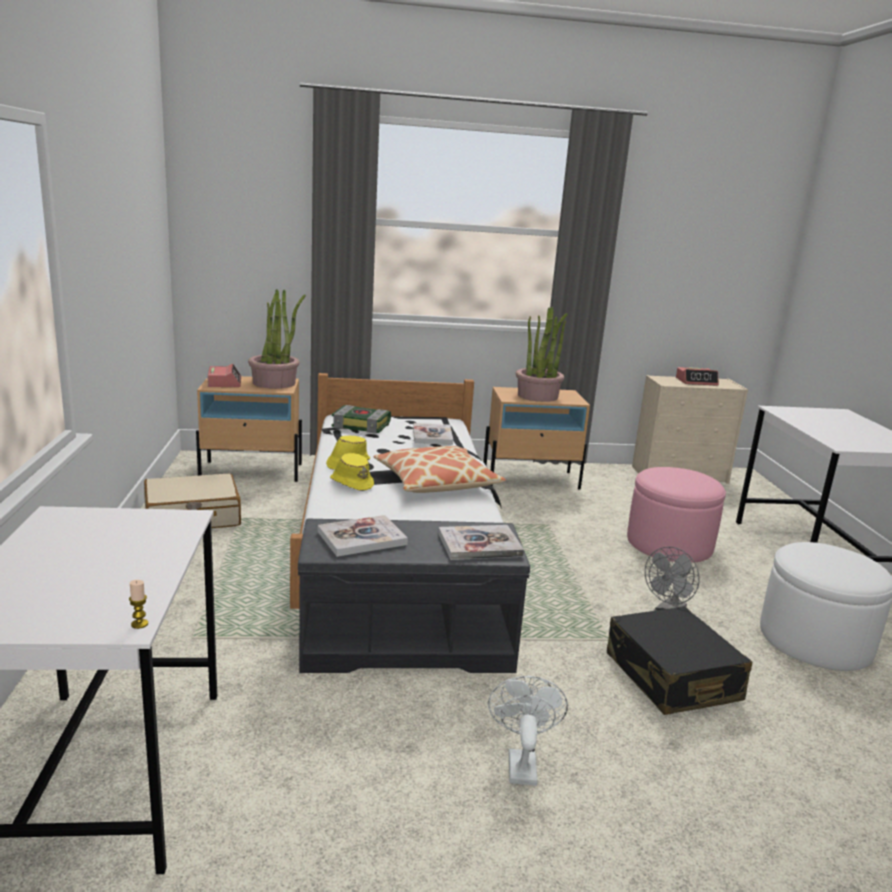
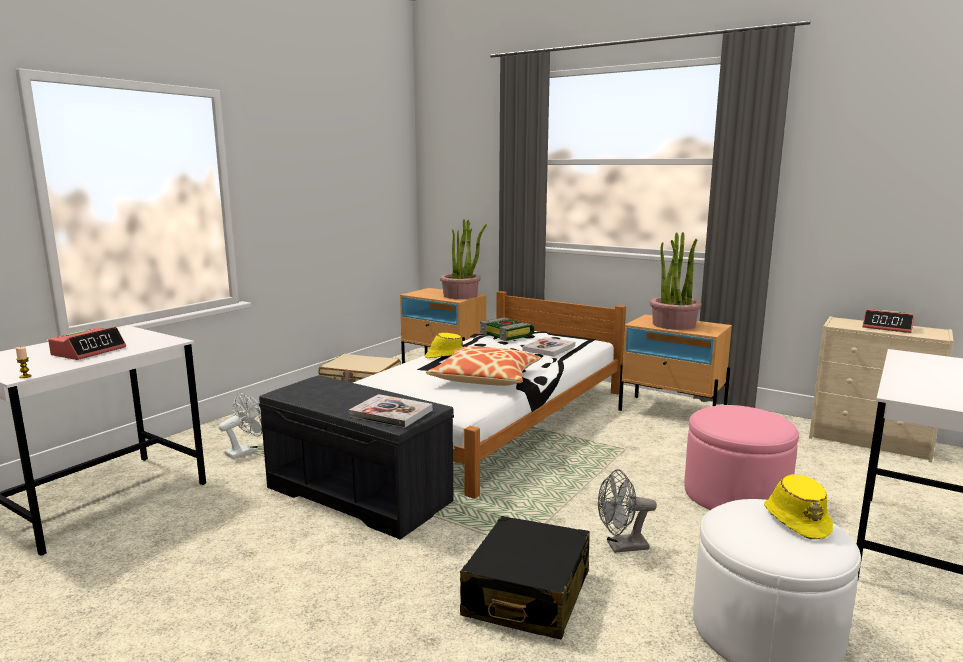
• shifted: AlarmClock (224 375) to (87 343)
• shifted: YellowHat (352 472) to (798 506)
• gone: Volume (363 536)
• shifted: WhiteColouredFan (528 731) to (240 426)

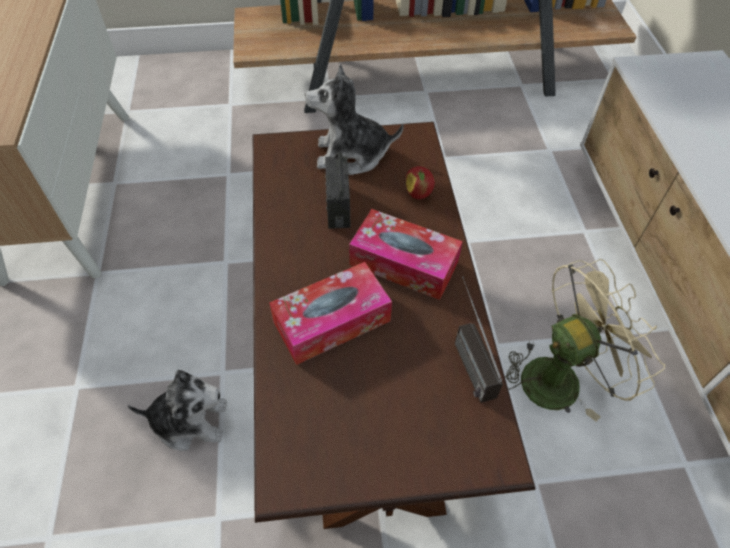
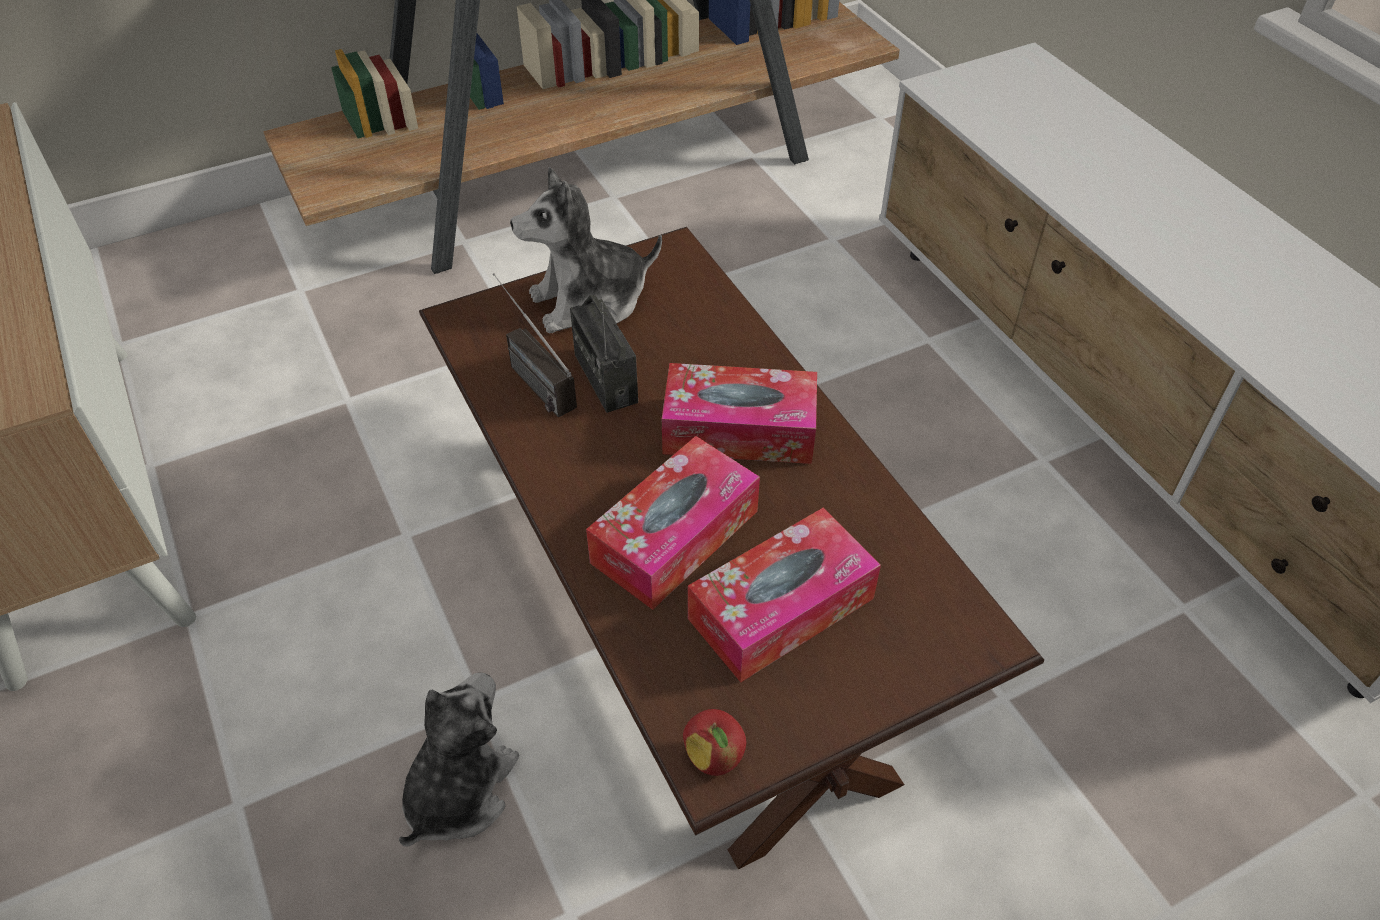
• shifted: Apple (420 182) to (714 742)
• gone: SandColouredFan (585 340)
• shifted: RadioReceiver (479 340) to (535 345)
• rotated: SoftToy (177 410) = (459 759) 45 degrees counterclockwise
• new: TissueHolder (784 595)

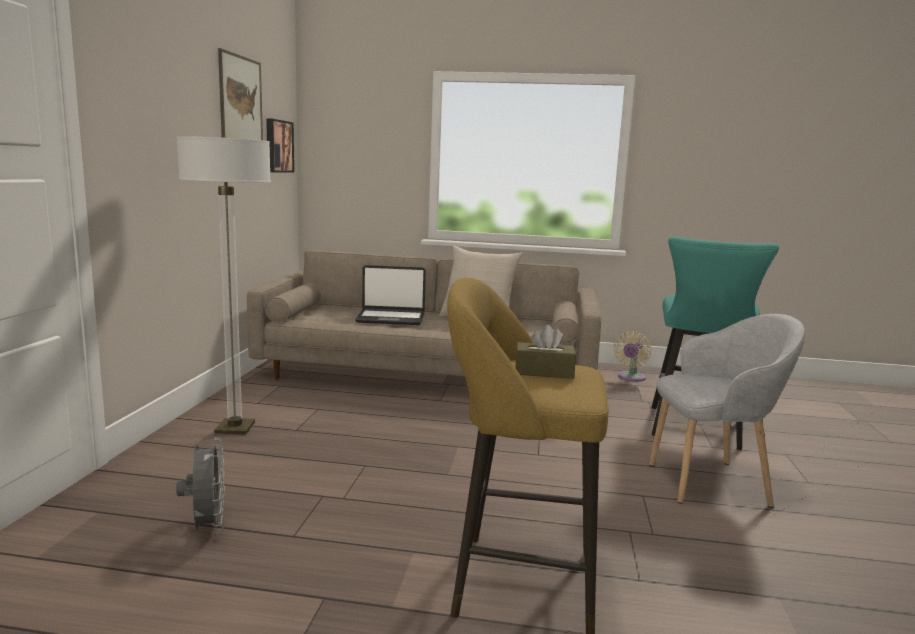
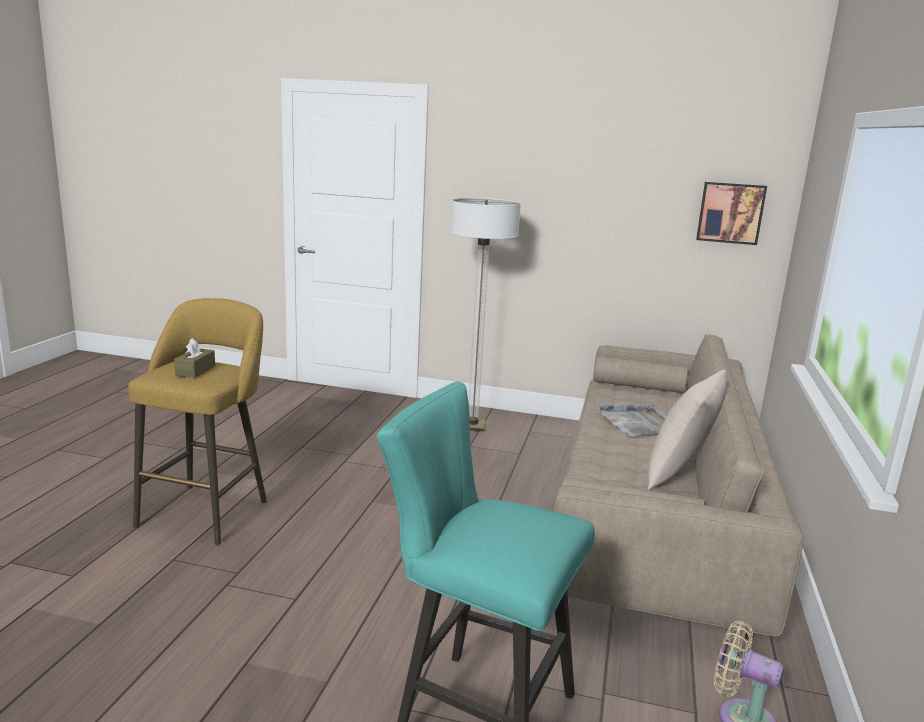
• gone: Picture (240 94)
• swapped: PortableComputer (390 295) to GreyishServingTray (632 420)
• gone: GreyishArmchair (727 411)
• gone: GreyishFan (200 486)

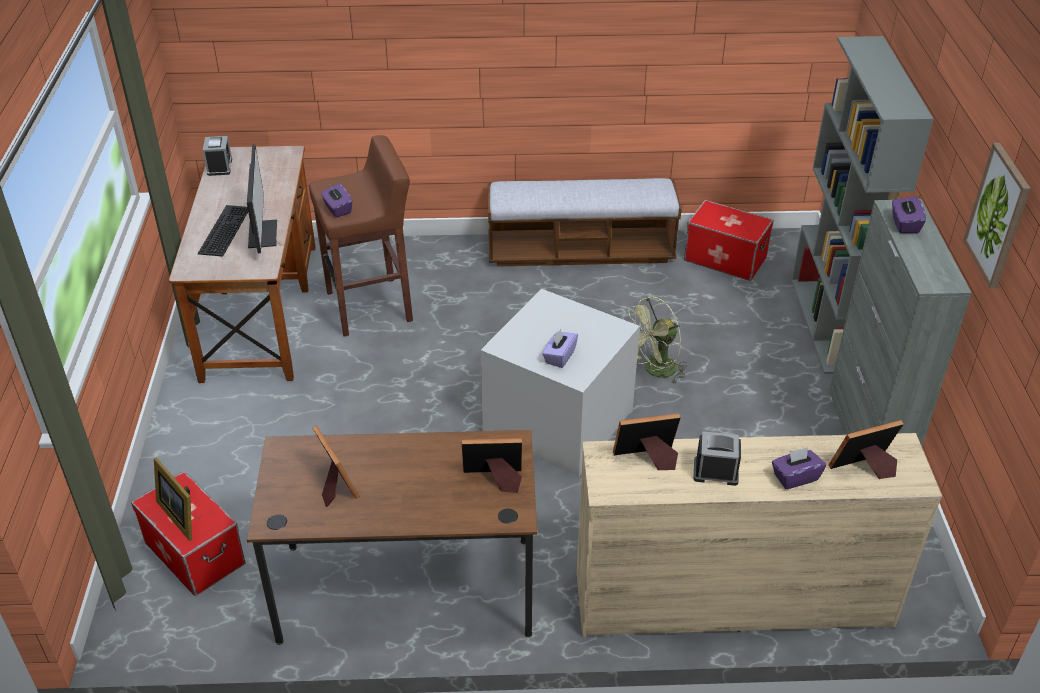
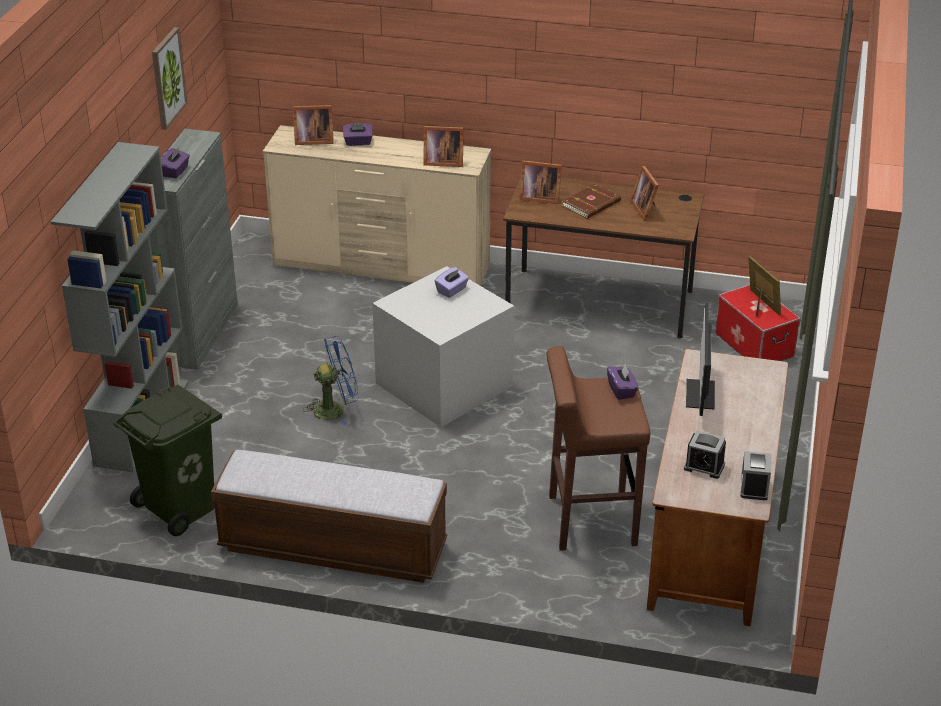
• swapped: StorageContainer (729 240) to GreenColouredWasteBin (168 460)
• gone: Keyboard (223 231)
• repainted: GreenColouredFan (658 339) to BlueColouredFan (331 380)
• shifted: AlarmClock (717 458) to (705 455)
• new: BrownVolume (591 201)

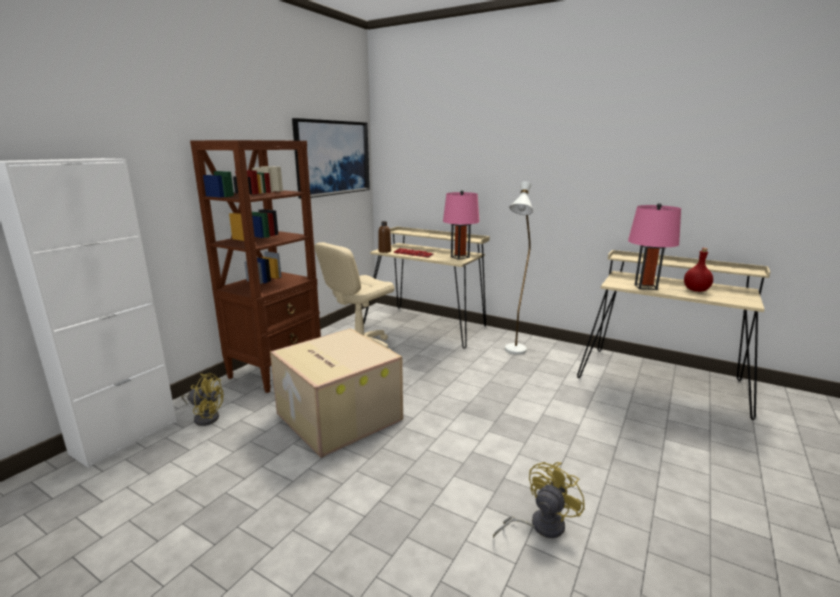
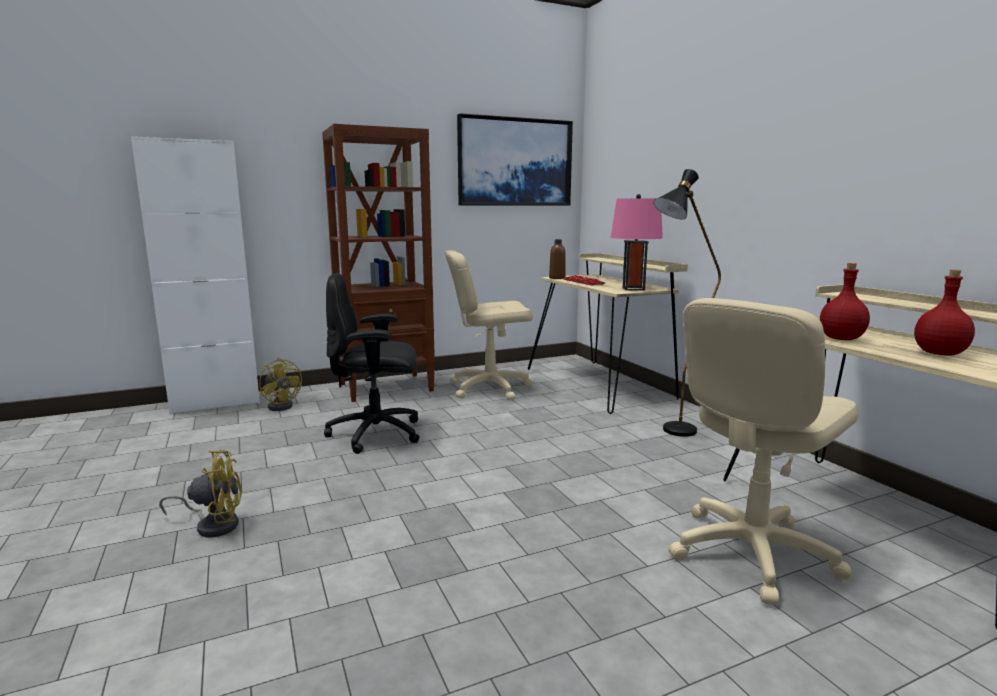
• repainted: WhiteColouredStandingLamp (519 267) to BlackStandingLamp (687 303)
• swapped: PinkTabletopLamp (654 246) to ReddishBottle (845 301)
• swapped: Carton (336 393) to BlackComputerChair (371 363)
• shifted: YellowFan (539 500) to (200 494)
• new: SandColouredComputerChair (763 451)

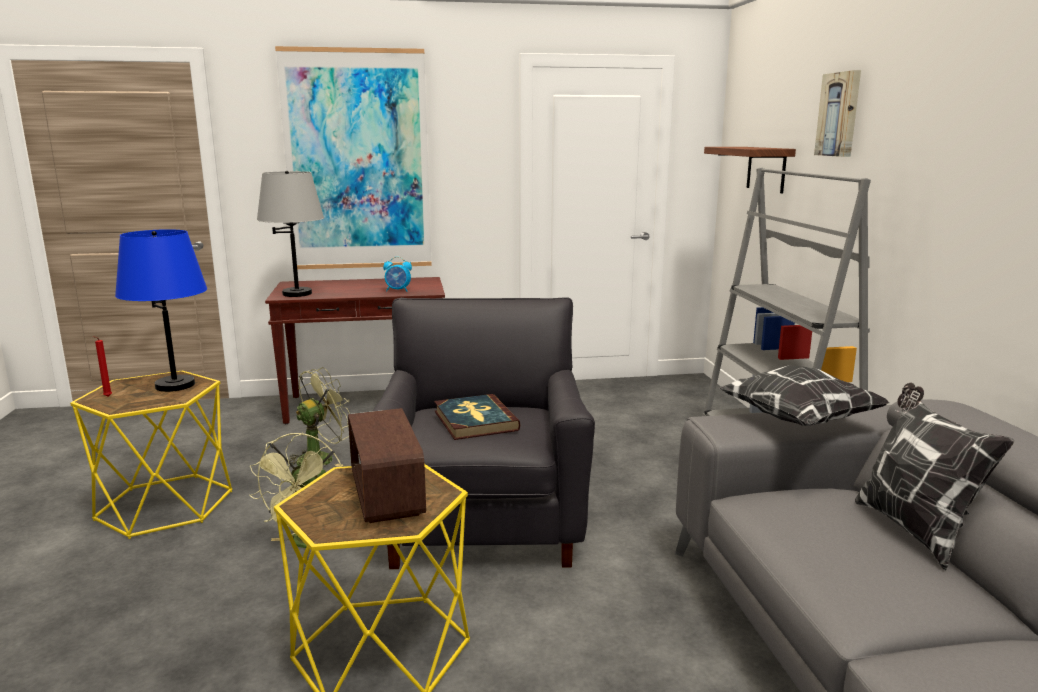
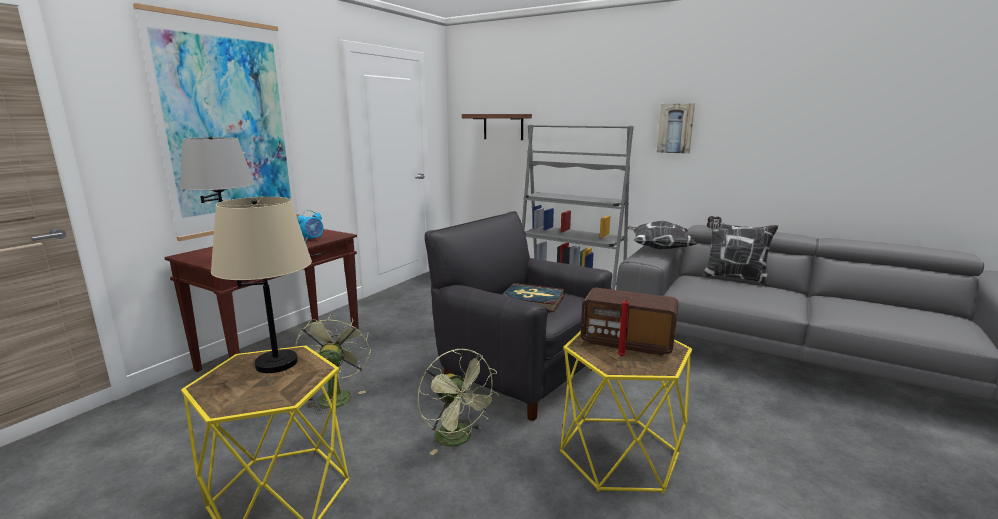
• shifted: Picture (837 113) to (676 129)
• repainted: BlueColouredTabletopLamp (161 310) to SandColouredTabletopLamp (261 285)
• shifted: ReddishWaxLight (102 366) to (624 327)

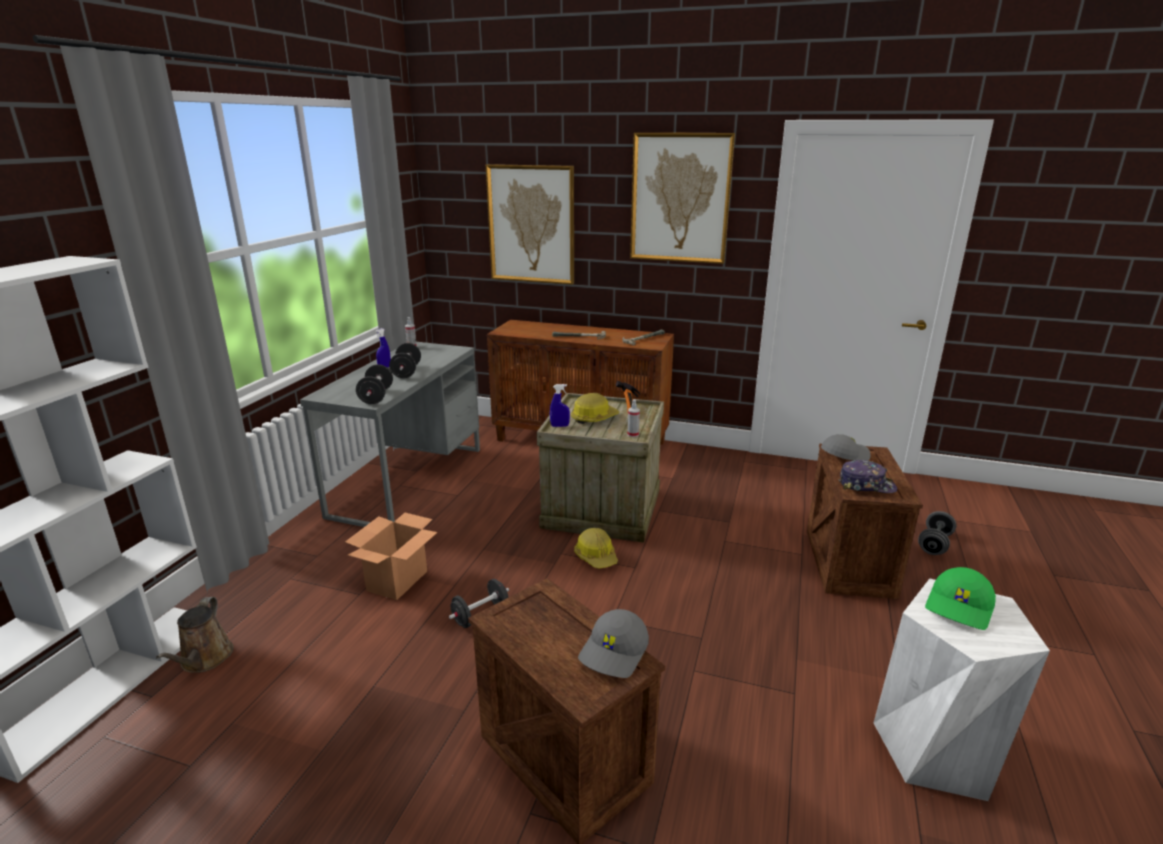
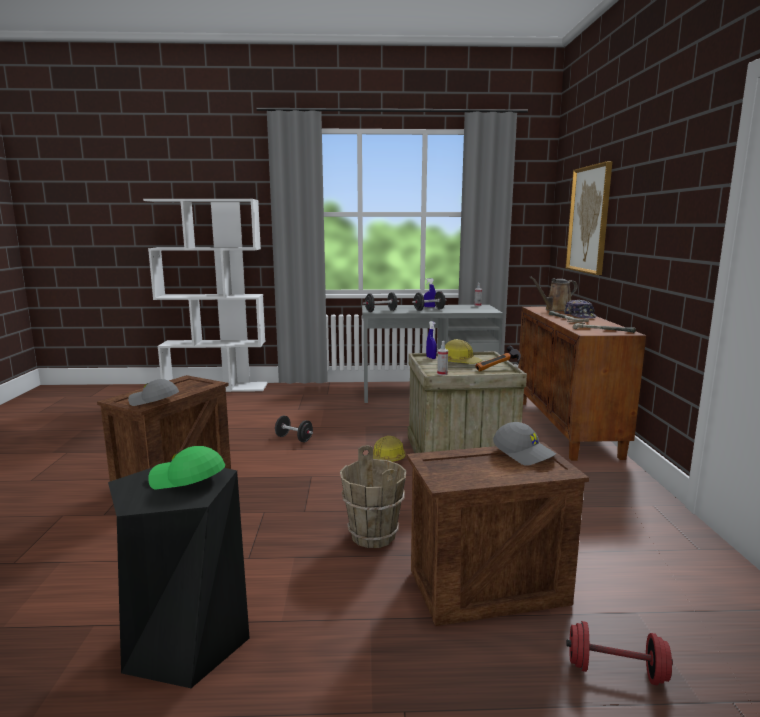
• gone: Picture (682 198)
• shifted: PeakedCap (868 476) to (580 308)
• repainted: GreyishDumbbell (937 533) to ReddishDumbbell (619 653)
• gone: Carton (391 556)
• repainted: WhiteColouredSittingStool (962 689) to BlackSittingStool (179 574)
• shifted: BrownSprinklingCan (195 635) to (553 293)
• new: BrownWaterBucket (373 496)

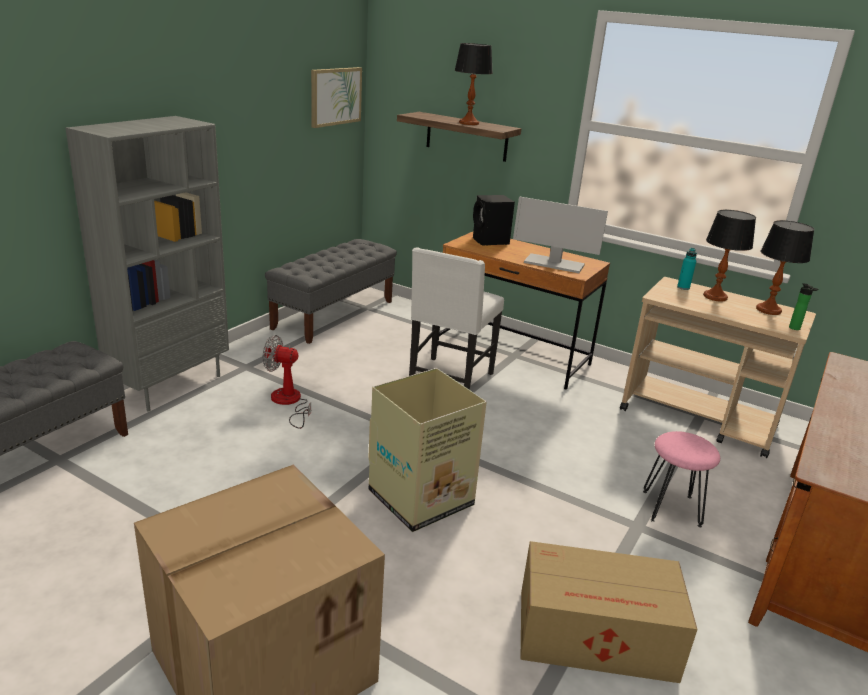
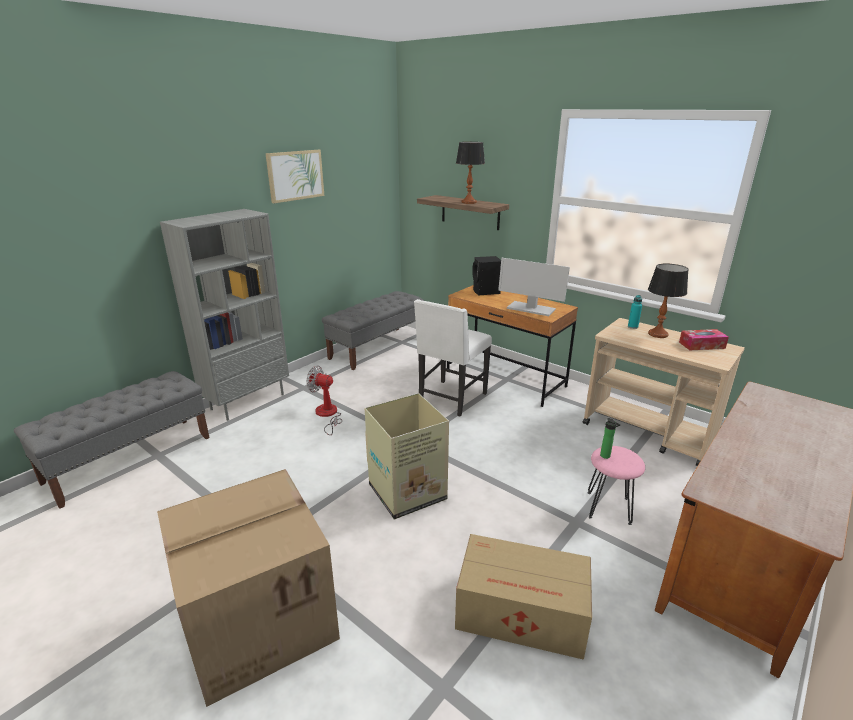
• shifted: Picture (336 97) to (294 176)
• swapped: TabletopLamp (785 267) to TissueHolder (704 339)
• shifted: Bottle (804 306) to (610 438)

